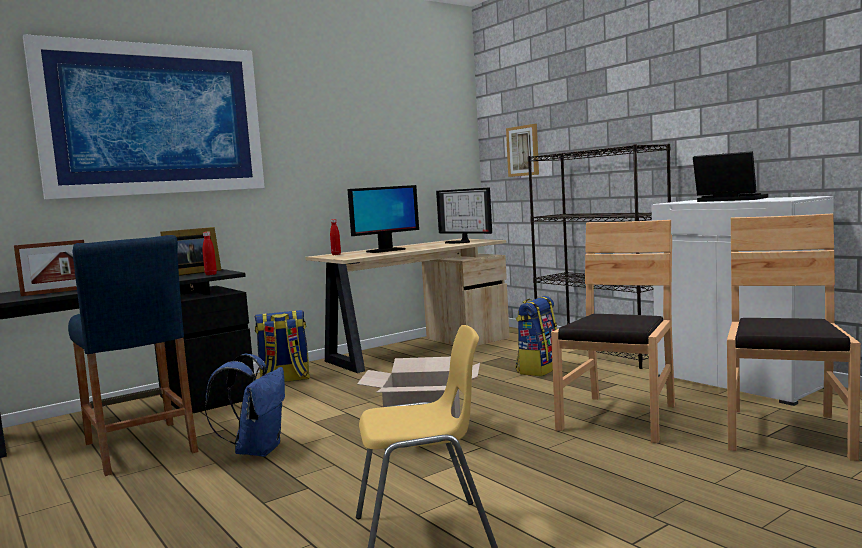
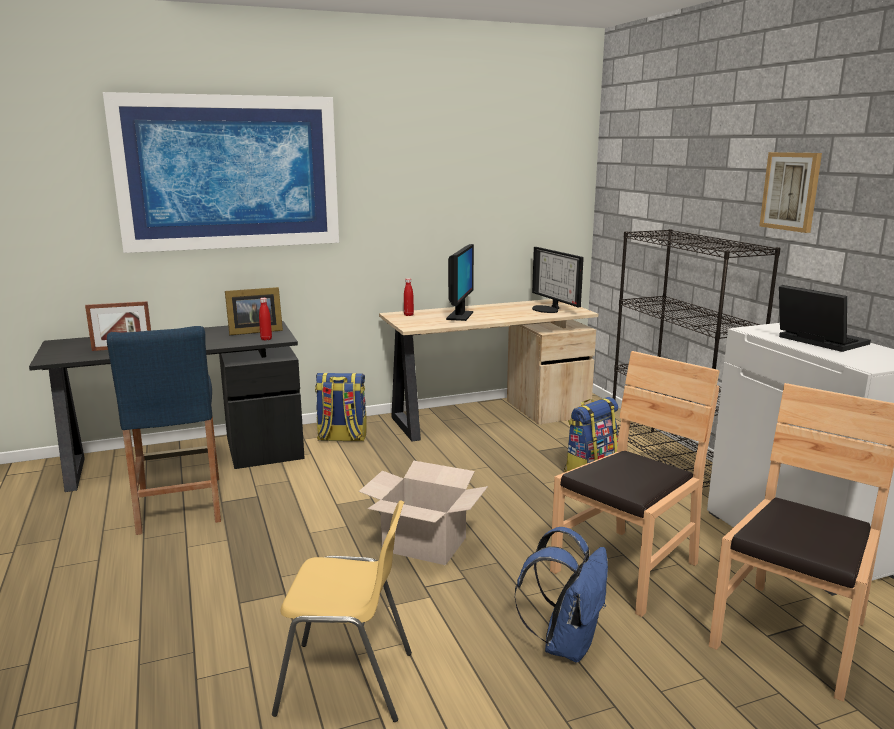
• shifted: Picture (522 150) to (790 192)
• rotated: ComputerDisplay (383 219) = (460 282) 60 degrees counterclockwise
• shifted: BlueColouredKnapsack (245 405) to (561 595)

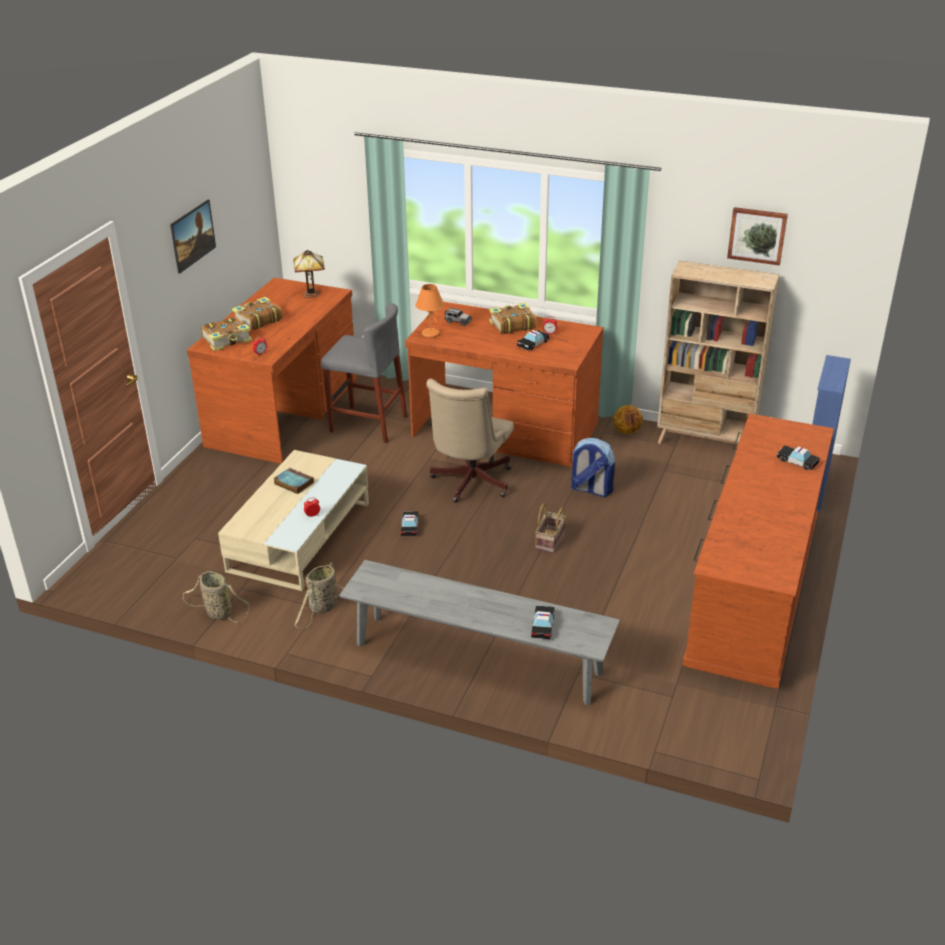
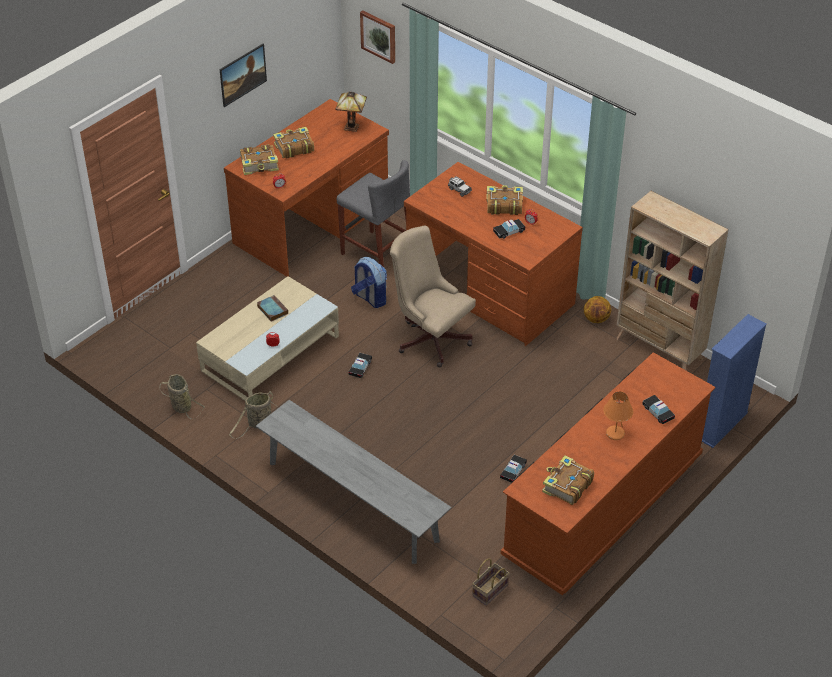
• shifted: Picture (757 236) to (377 37)
• shifted: OrangeTabletopLamp (430 311) to (618 415)
• rotated: SandColouredComputerChair (470 440) = (433 296) 90 degrees clockwise
• shifted: Knapsack (593 467) to (369 282)
• shifted: HouseholdBasket (550 528) to (490 581)
• shifted: ToyCar (543 622) to (513 469)
• new: Volume (568 480)

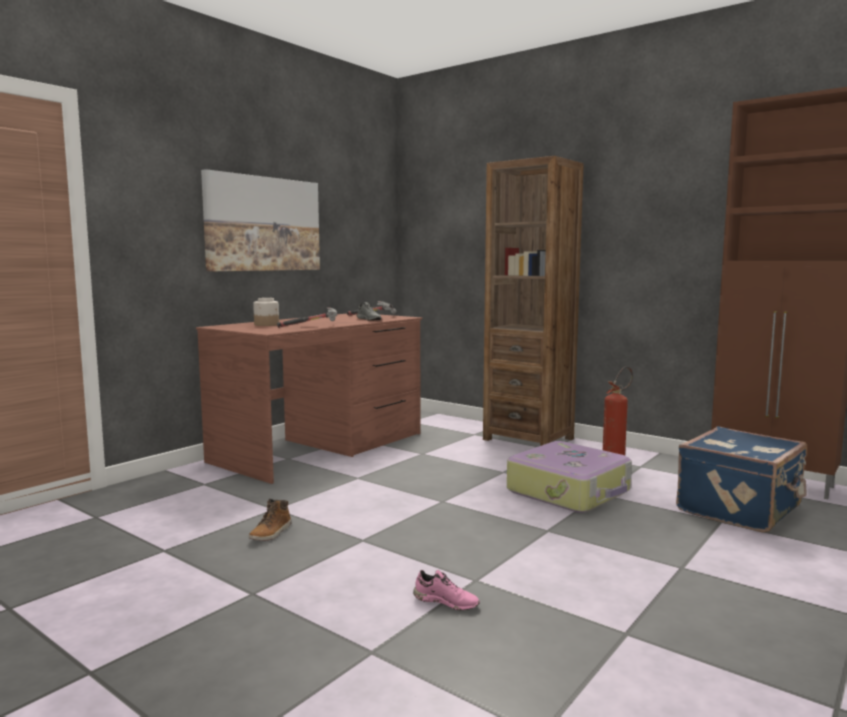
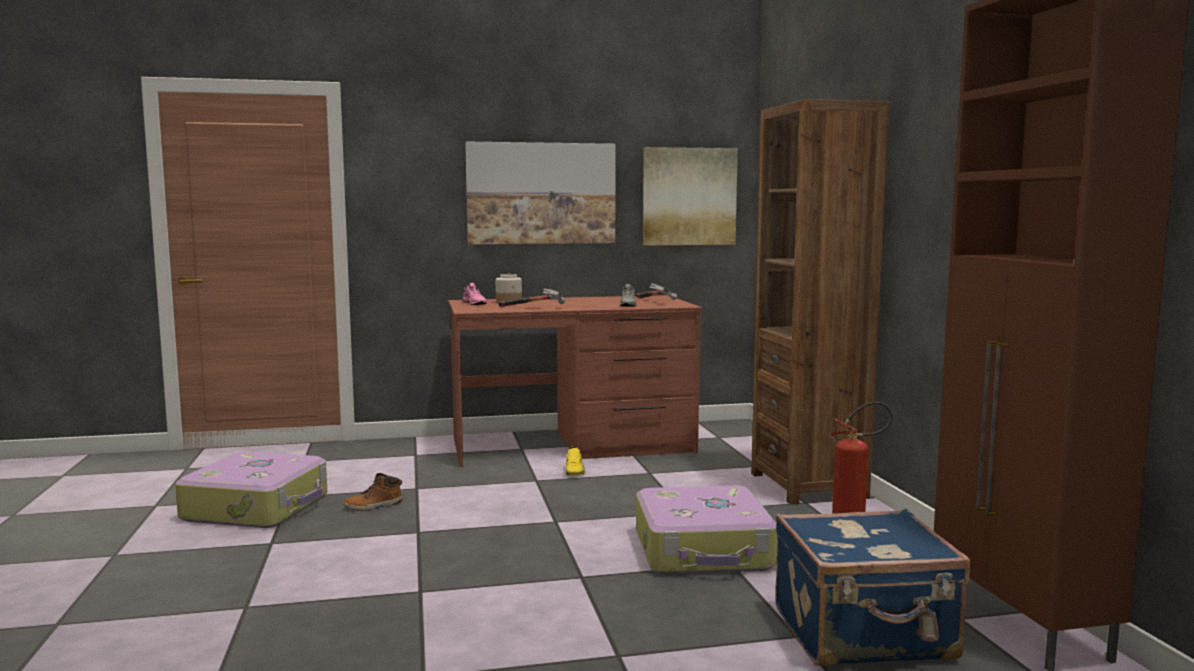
• shifted: PinkLowShoe (446 590) to (474 294)
• new: Picture (690 196)
• new: YellowLowShoe (576 461)
• new: PieceOfLuggage (251 490)

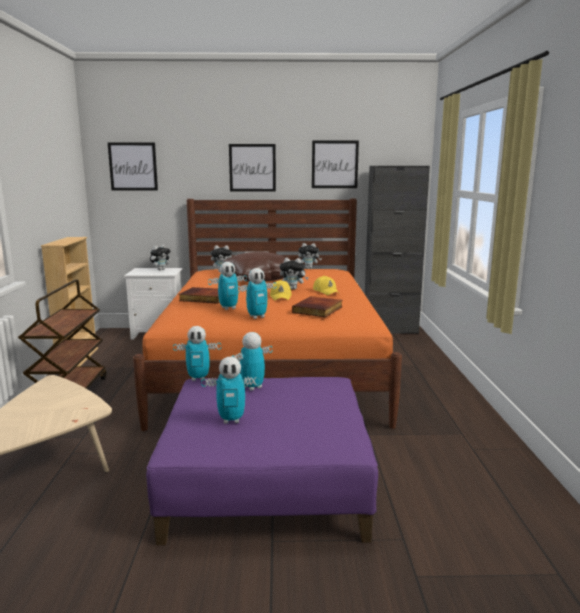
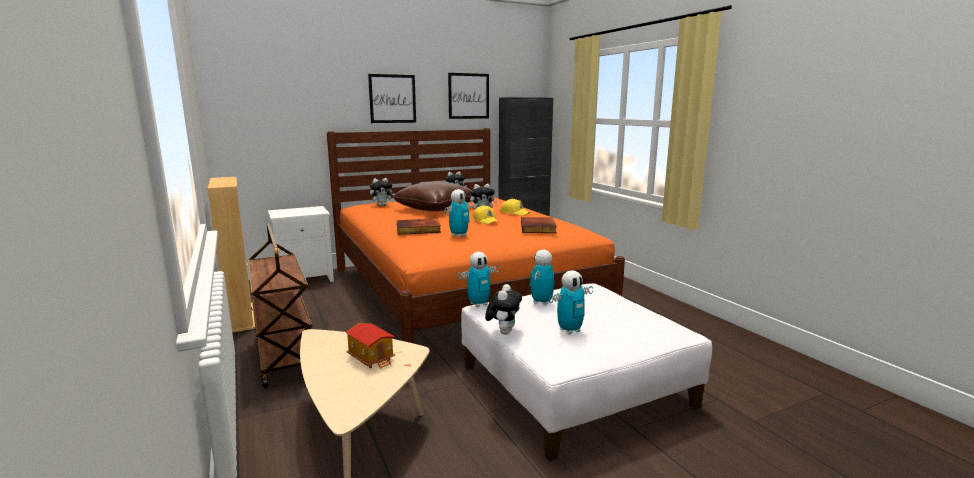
• gone: Picture (133 166)
• shifted: SoftToy (160 257) to (503 309)
• gone: ModelRobot (256 293)
• repainted: PurpleColouredPouffe (262 461) to WhiteColouredPouffe (586 372)
• new: ToyHouse (370 346)

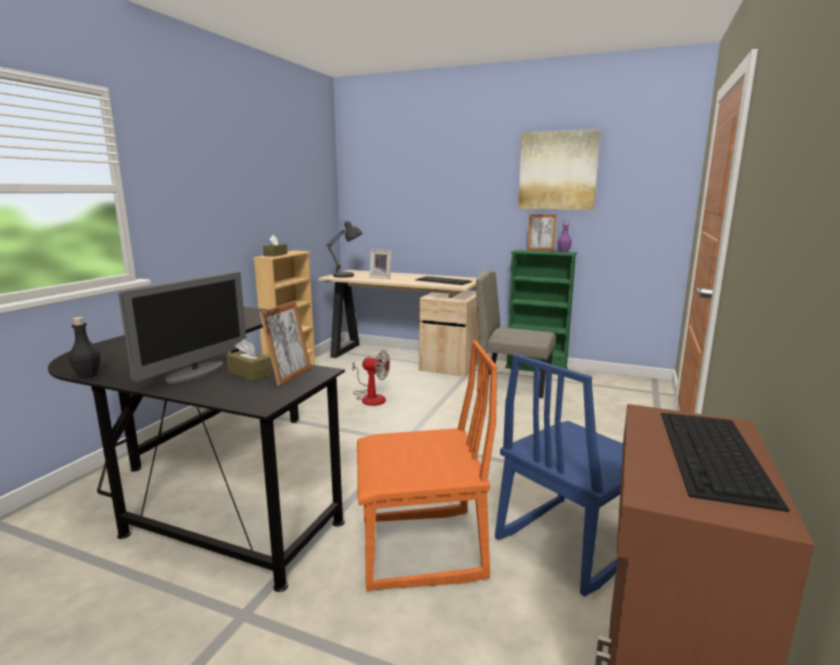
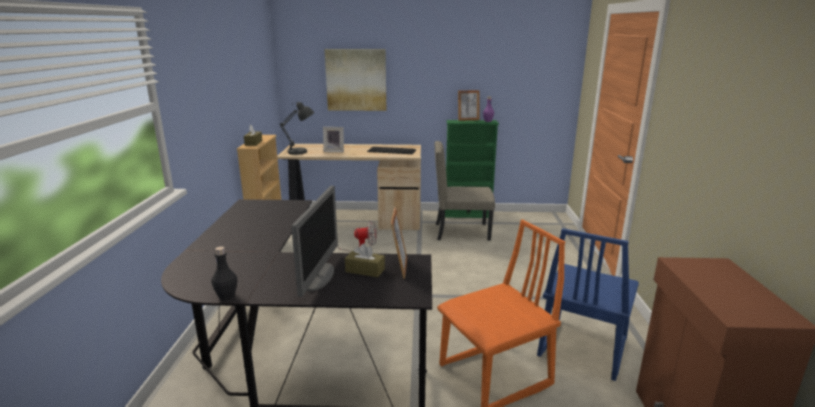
• shifted: Picture (559 169) to (355 80)
• gone: Keyboard (725 462)

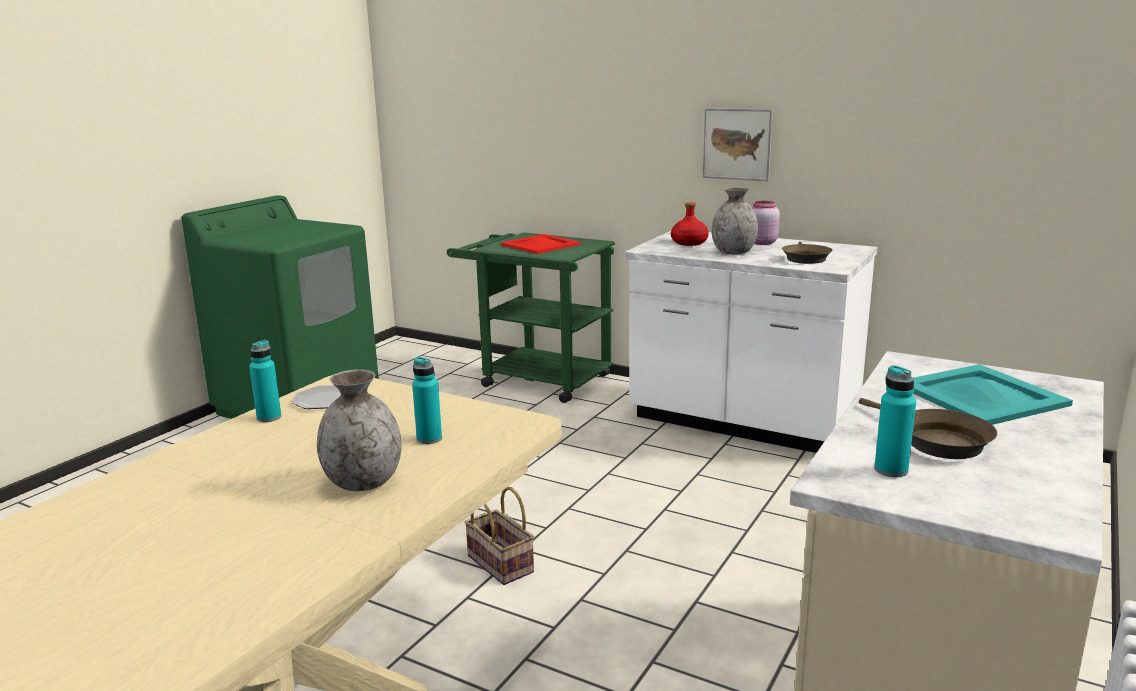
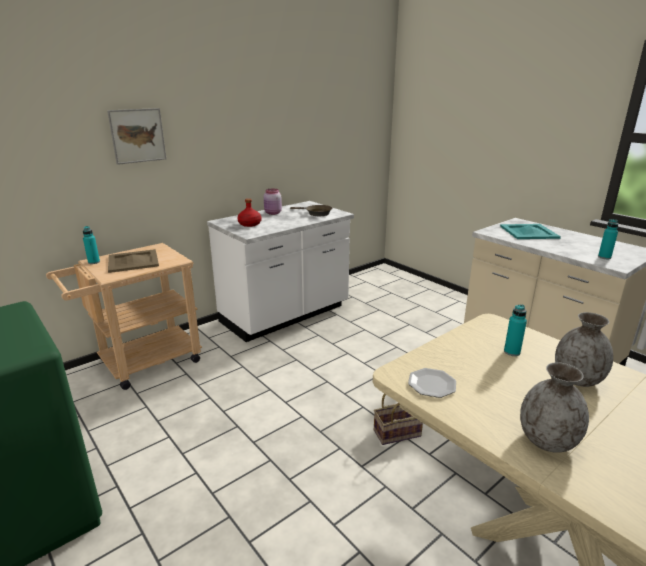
• shifted: Picture (738 144) to (136 136)
• shifted: GreyishDecorativeVase (734 220) to (554 407)
• repainted: GreenColouredCart (531 317) to SandColouredCart (124 316)
• repainted: ReddishServingTray (541 244) to SandColouredServingTray (133 261)
• shifted: BlueGreenBottle (265 381) to (91 245)
• gone: BrownFryingPan (928 428)

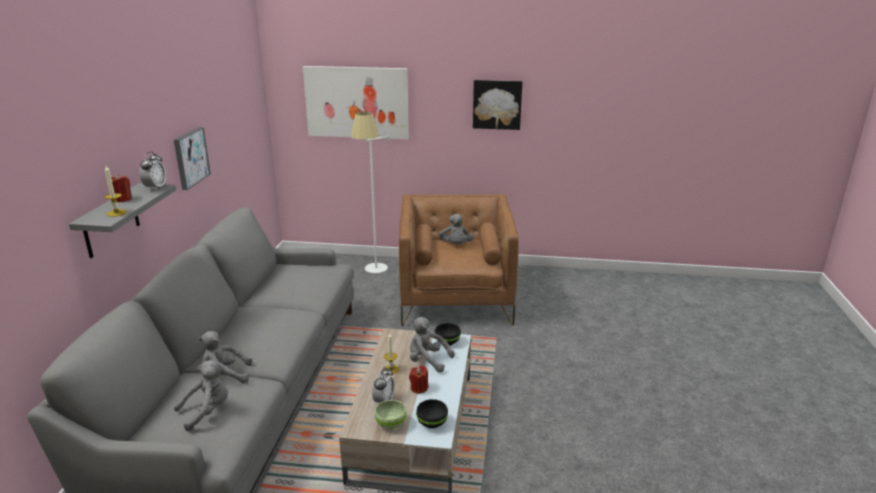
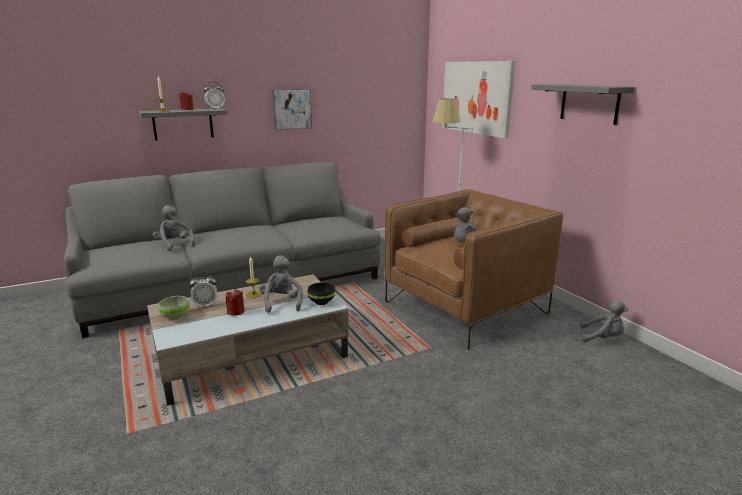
• swapped: Picture (498 105) to GreyishBracketShelf (583 104)
• shifted: GreyishSoftToy (201 395) to (604 321)
• gone: BlackDeepDish (432 414)

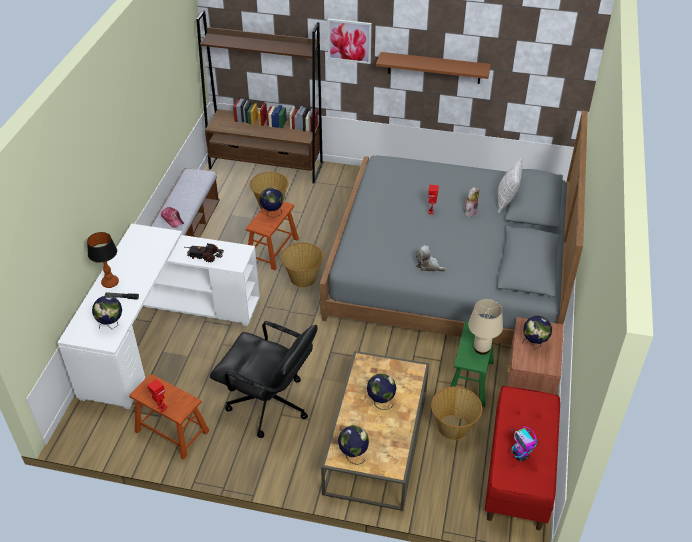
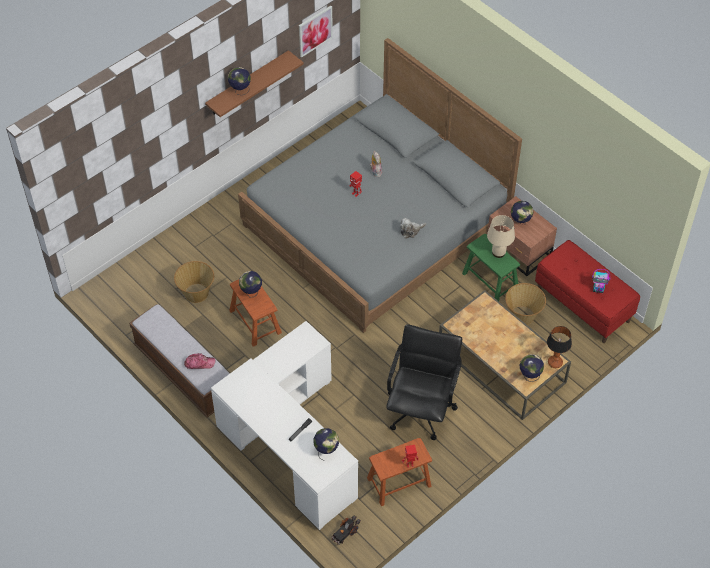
• gone: BrownShelvingUnit (259 97)
• shifted: Picture (349 41) to (316 32)
• gone: Cushion (510 184)
• shifted: TabletopLamp (103 260) to (559 347)
• shifted: ToyLorry (204 253) to (346 530)
• gone: HouseholdBasket (301 265)
• rotated: BlackComputerChair (264 379) = (424 382) 45 degrees counterclockwise
• shifted: WorldGlobe (381 391) to (239 81)

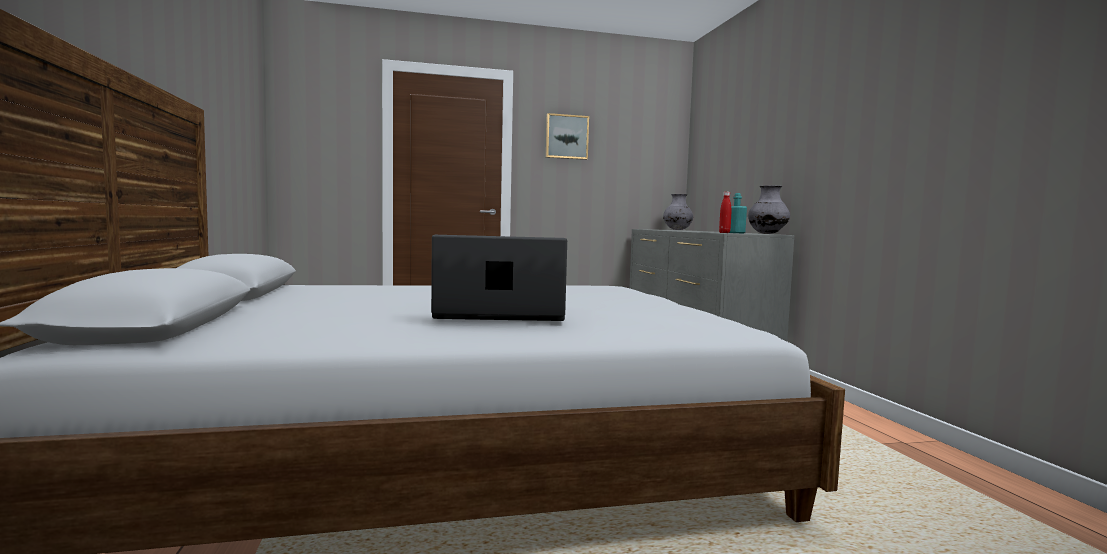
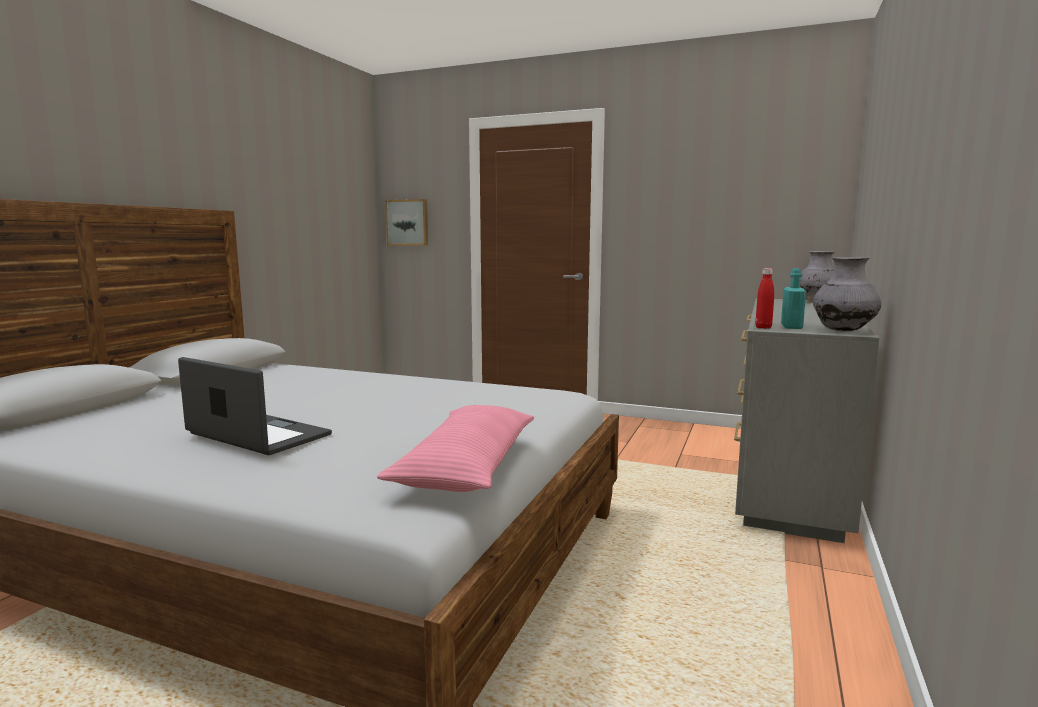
• shifted: Picture (567 136) to (406 222)
• new: PinkCushion (455 448)

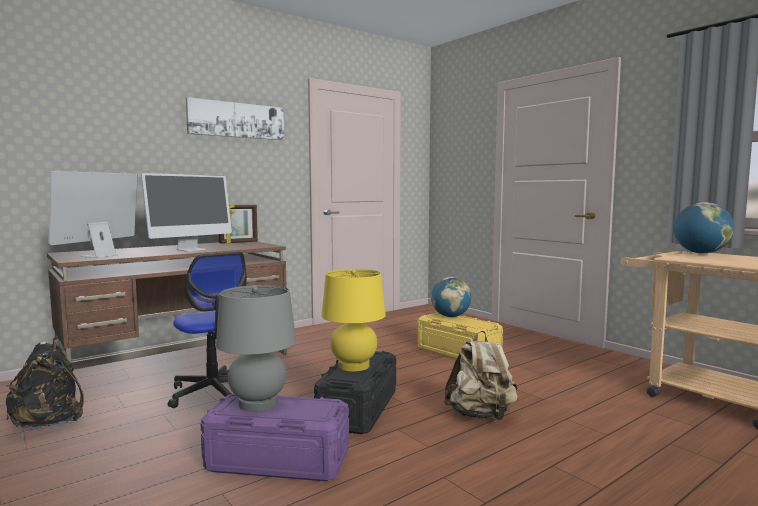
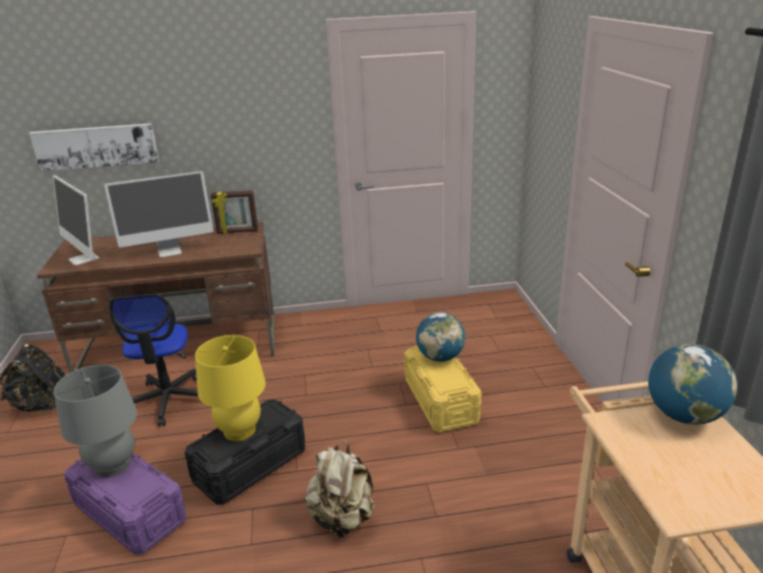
• shifted: Picture (235 118) to (94 147)
• rotated: ComputerDisplay (92 214) = (76 220) 90 degrees counterclockwise

